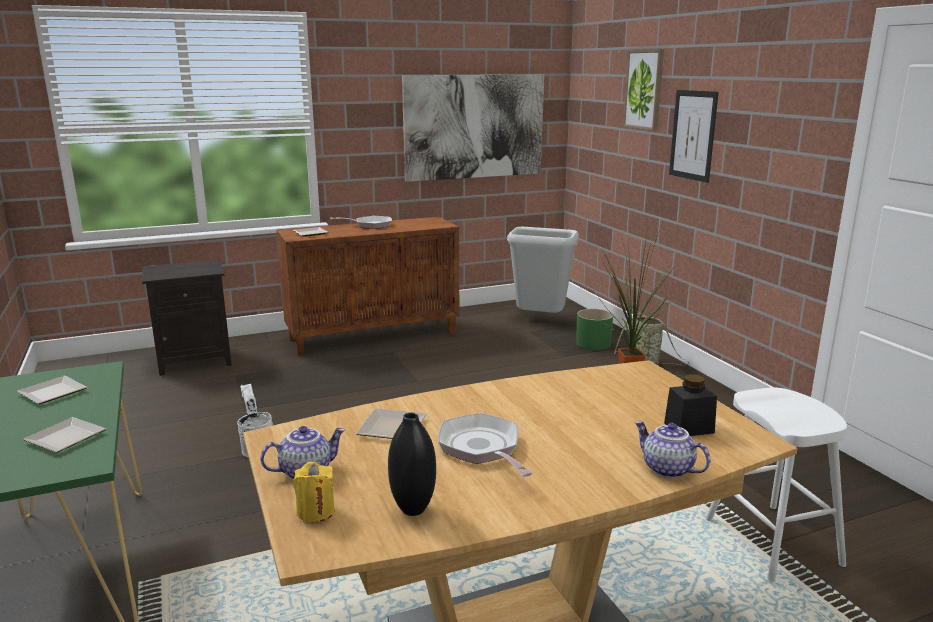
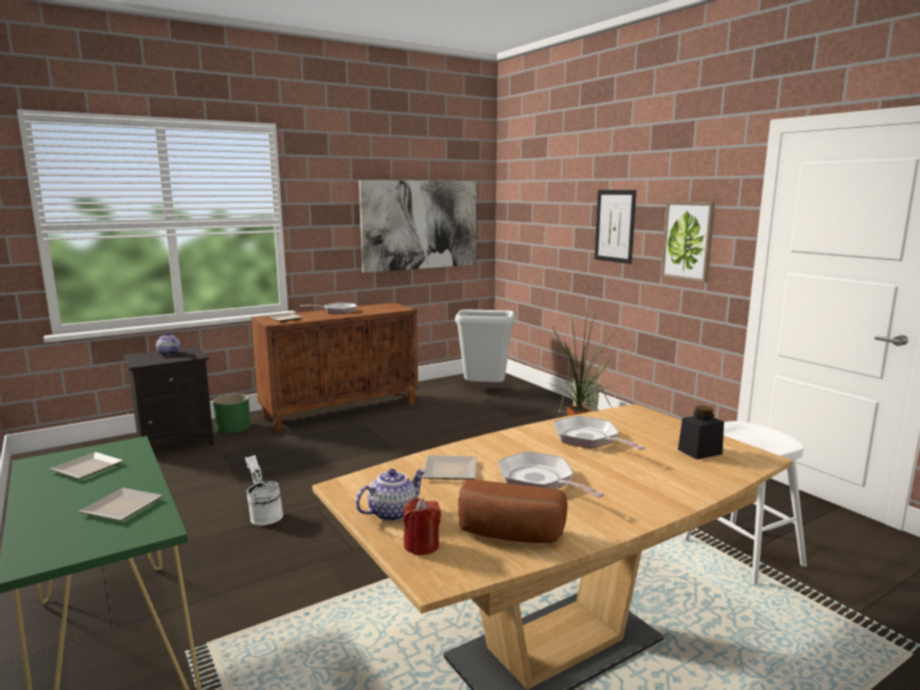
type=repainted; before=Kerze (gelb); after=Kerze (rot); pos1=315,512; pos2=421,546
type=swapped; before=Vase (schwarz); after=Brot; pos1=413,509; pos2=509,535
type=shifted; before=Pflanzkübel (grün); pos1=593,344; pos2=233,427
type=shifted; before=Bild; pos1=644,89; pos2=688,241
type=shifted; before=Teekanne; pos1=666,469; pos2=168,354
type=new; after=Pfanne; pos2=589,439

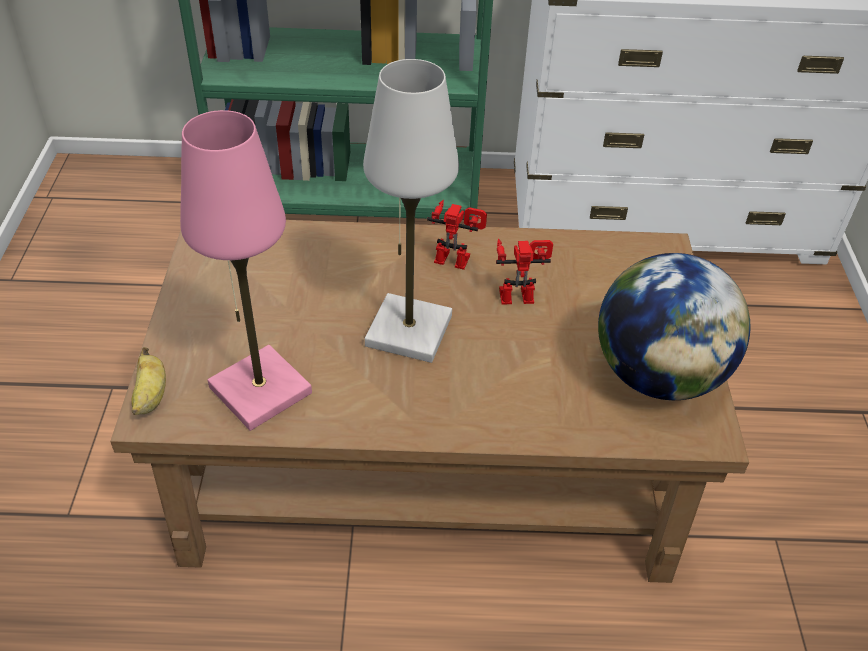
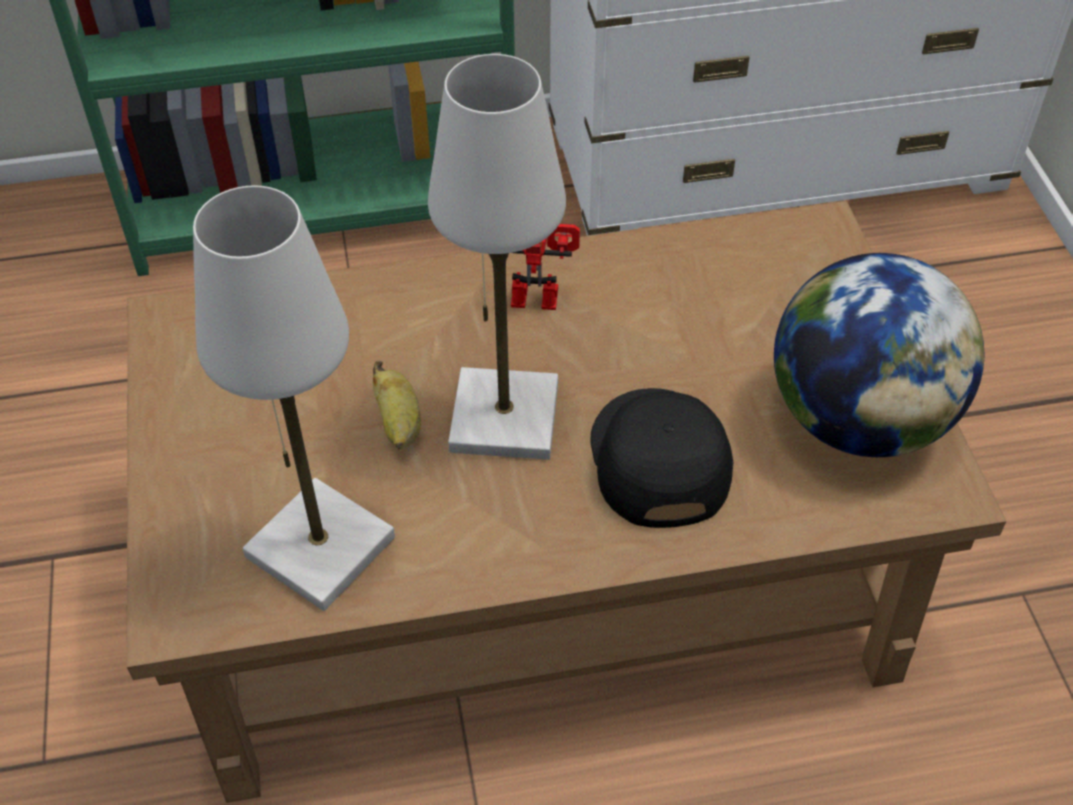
type=shifted; before=Banane; pos1=151,396; pos2=399,424
type=repainted; before=Tischlampe (rosa); after=Tischlampe (weiß); pos1=260,390; pos2=320,548
type=gone; before=Spielzeugroboter; pos1=518,292
type=new; after=Kappe (schwarz); pos2=657,460

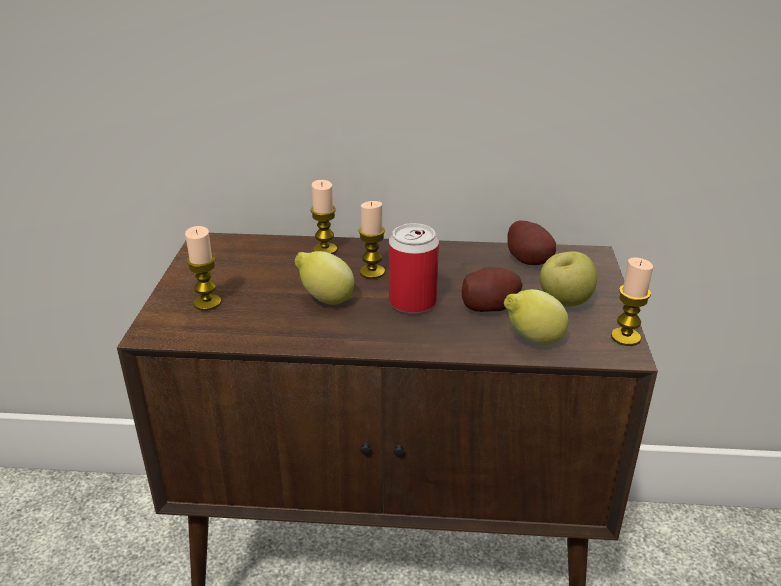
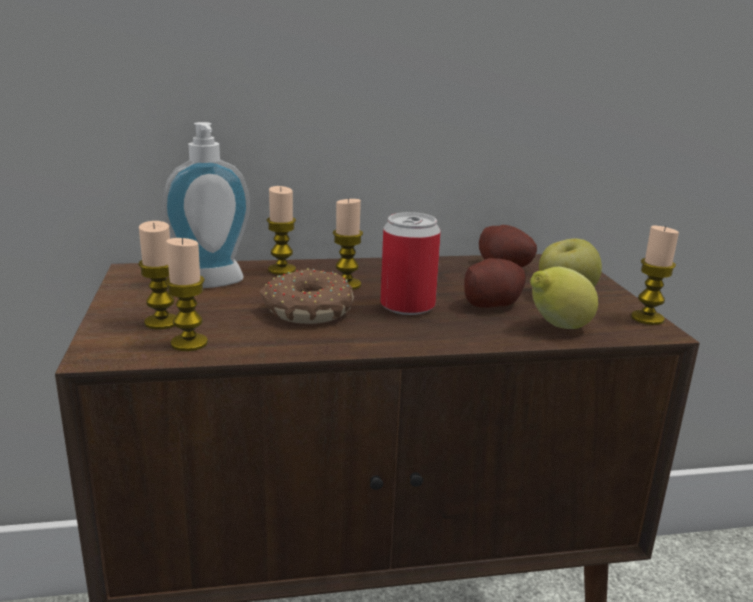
type=swapped; before=Zitrone; after=Donut; pos1=325,300; pos2=306,310
type=new; after=Seifenspender; pos2=213,285
type=new; after=Kerze; pos2=189,343

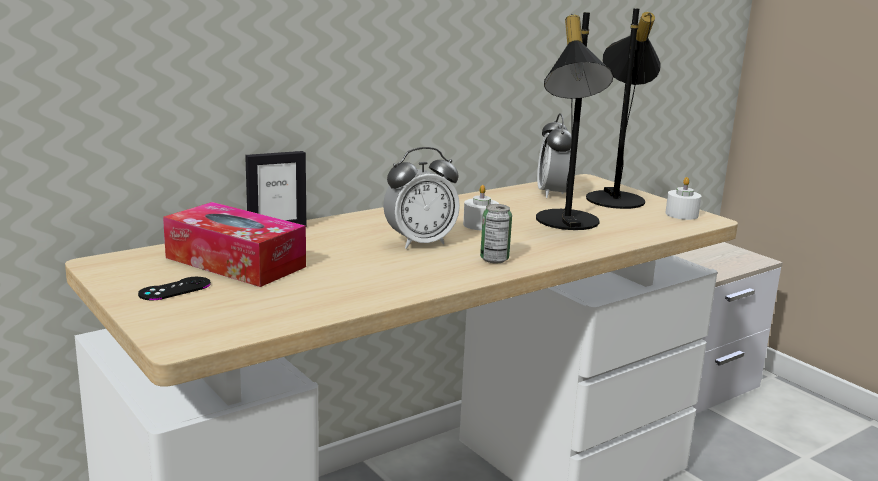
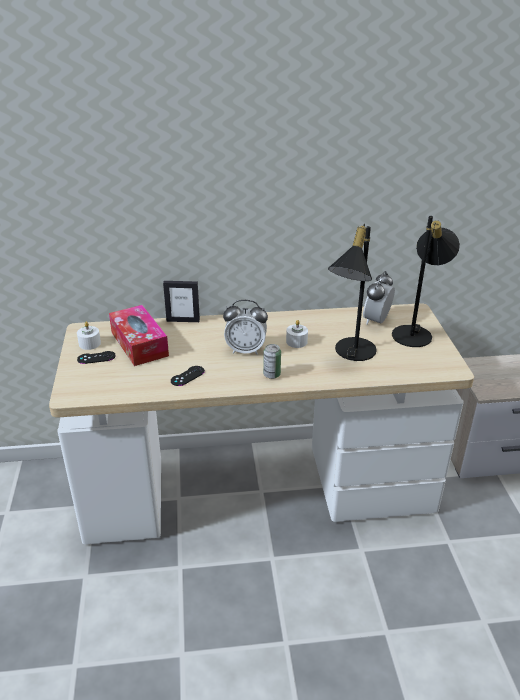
type=shifted; before=Kerze (weiß); pos1=681,214; pos2=89,343
type=new; after=Gamepad (schwarz); pos2=187,376

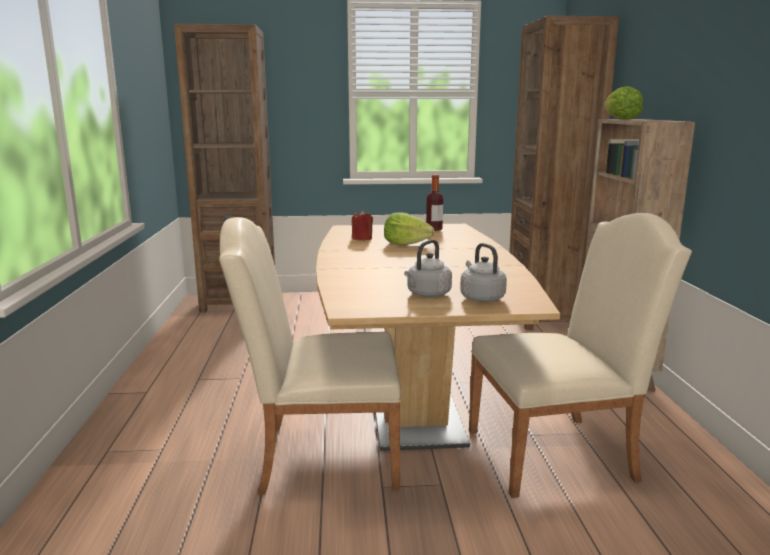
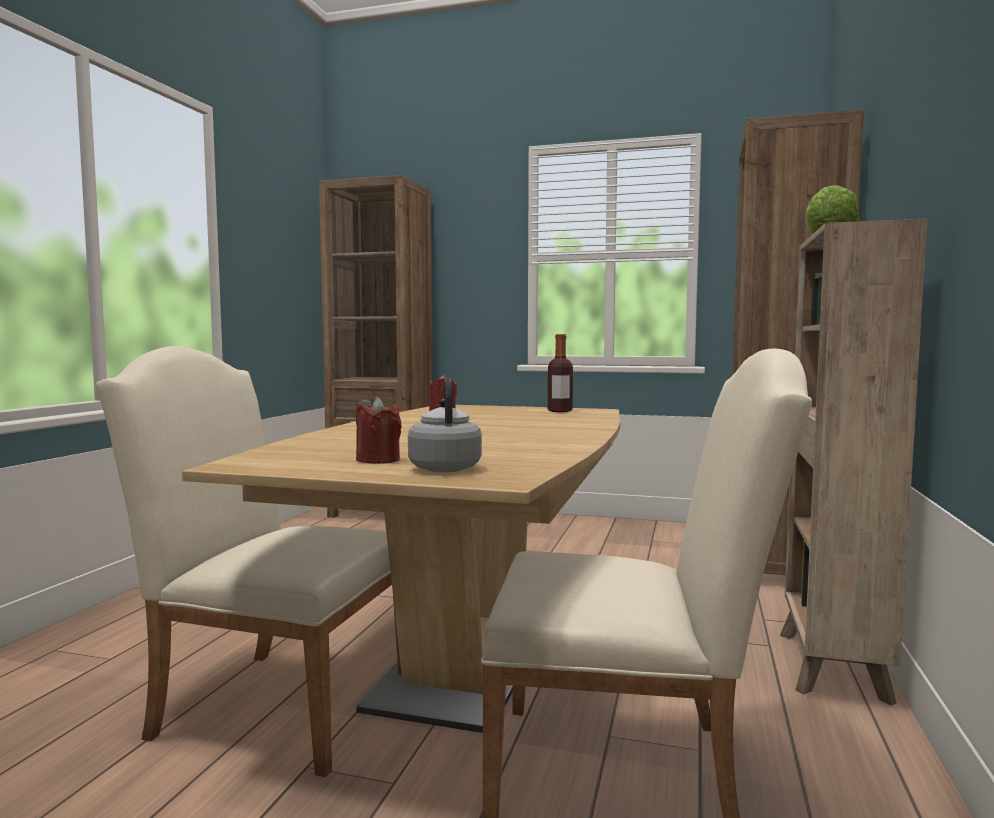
type=gone; before=Salatkopf; pos1=406,244
type=swapped; before=Wasserkessel (grau); after=Kerze (rot); pos1=427,294; pos2=378,460

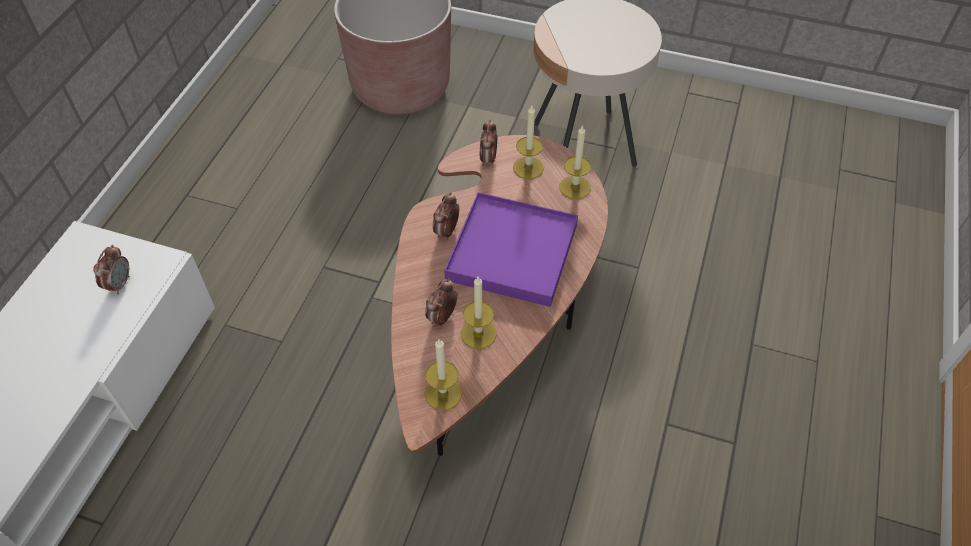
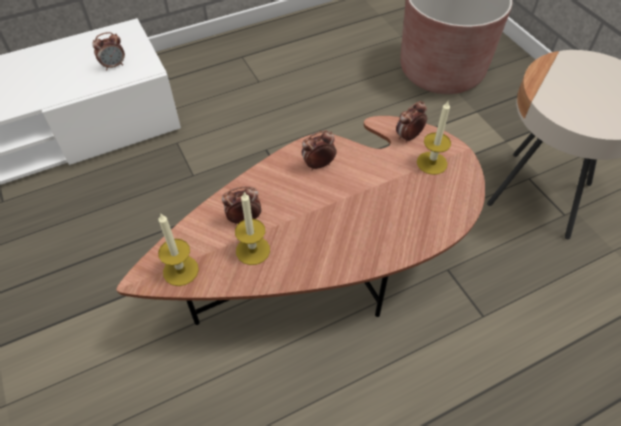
type=gone; before=Tablett (lila); pos1=512,253
type=gone; before=Kerze; pos1=575,187

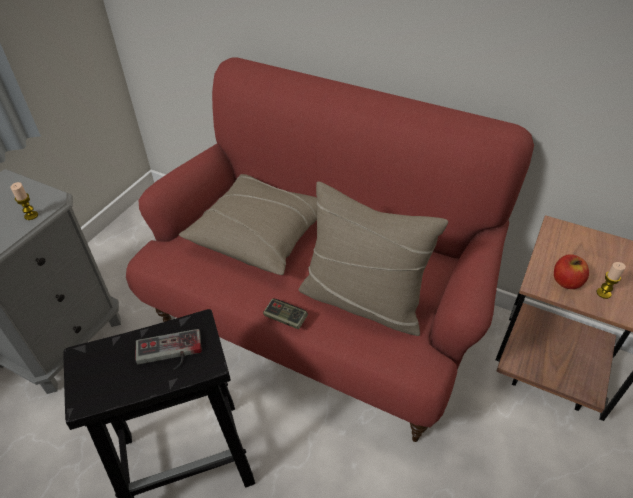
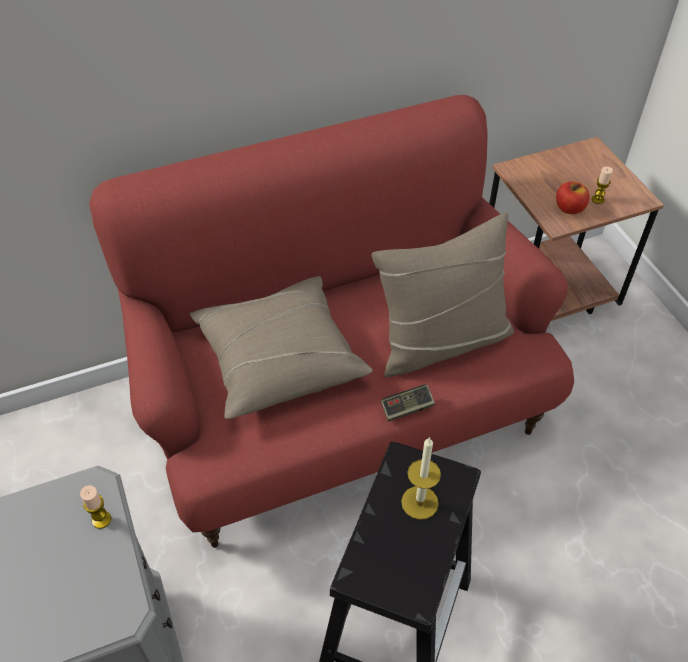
type=swapped; before=Gamepad; after=Kerze; pos1=169,354; pos2=419,502

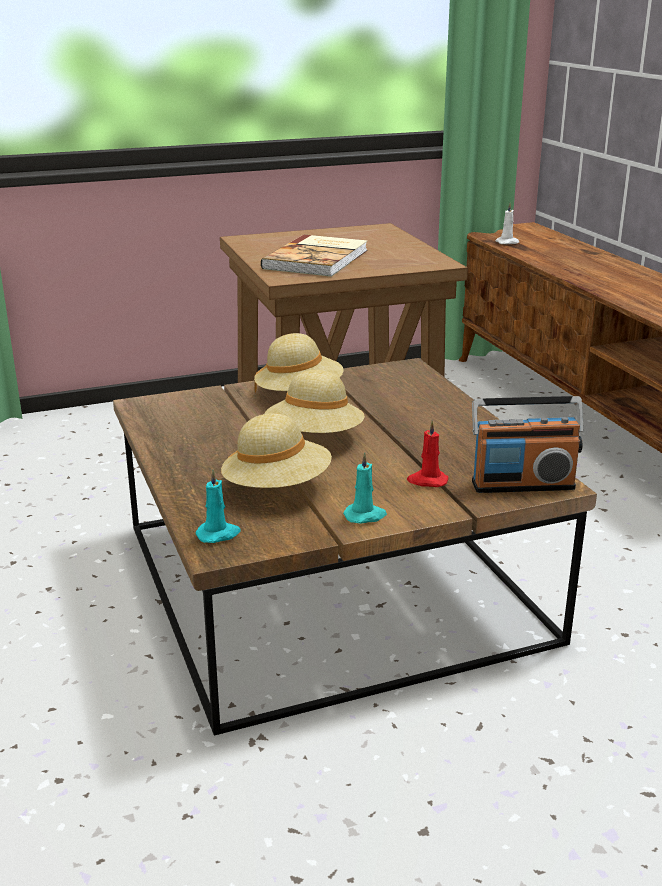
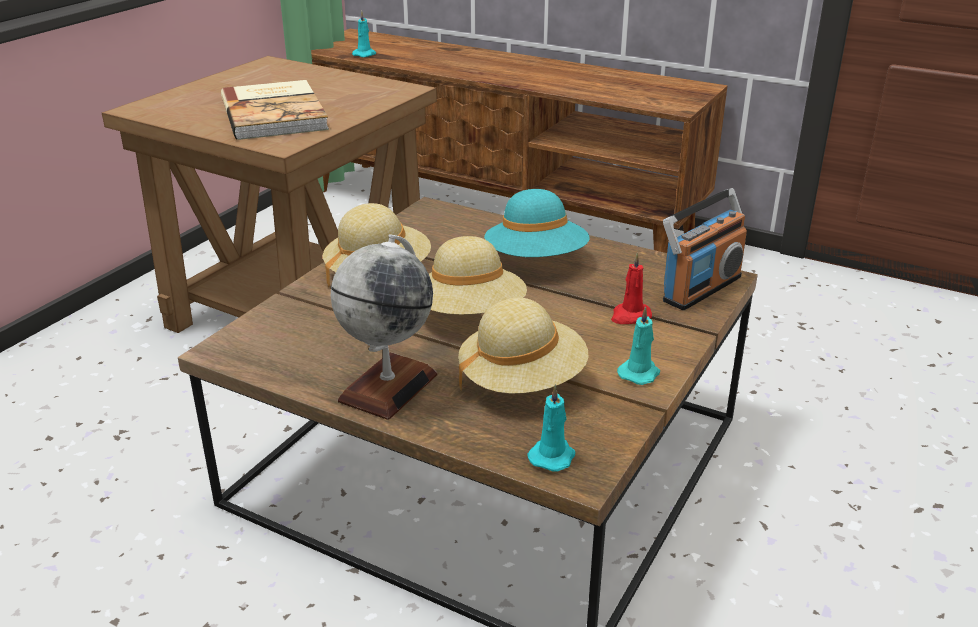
type=repainted; before=Kerze (weiß); after=Kerze (türkis); pos1=507,242; pos2=365,54
type=new; after=Globus; pos2=388,387
type=new; after=Hut (türkis); pos2=536,260

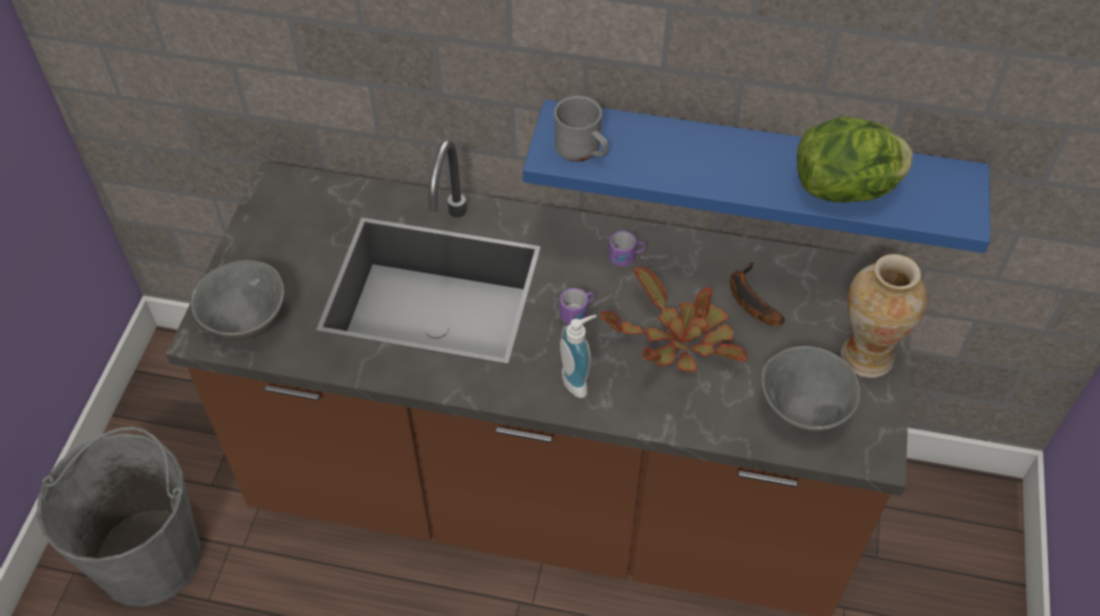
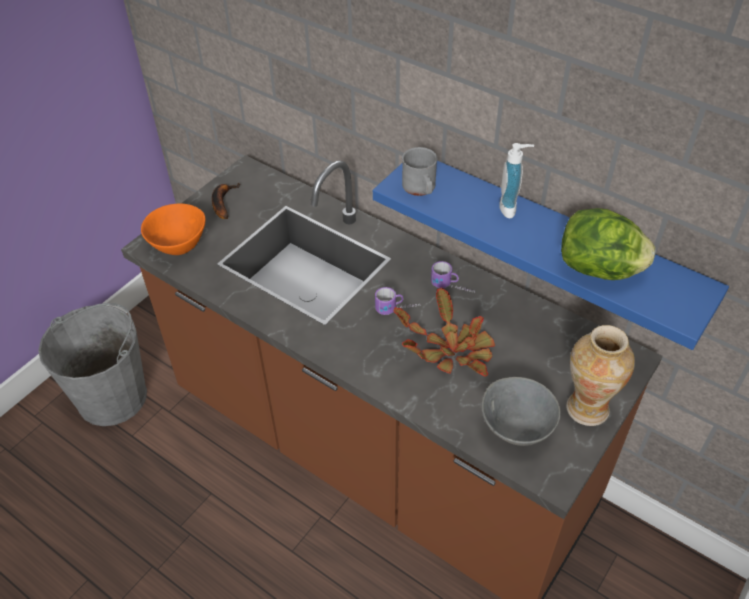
type=repainted; before=Schüssel (grau); after=Schüssel (orange); pos1=244,321; pos2=178,244
type=shifted; before=Seifenspender; pos1=578,380; pos2=511,207
type=shifted; before=Banane; pos1=749,299; pos2=222,202

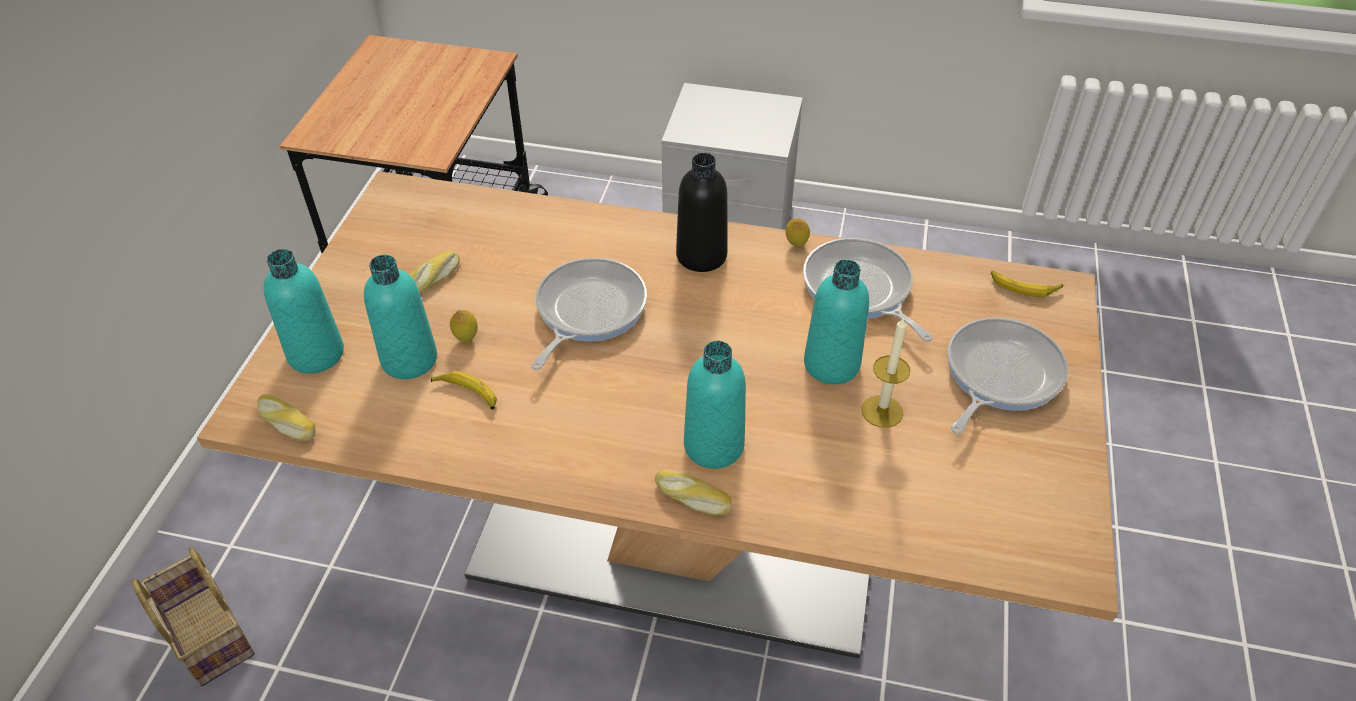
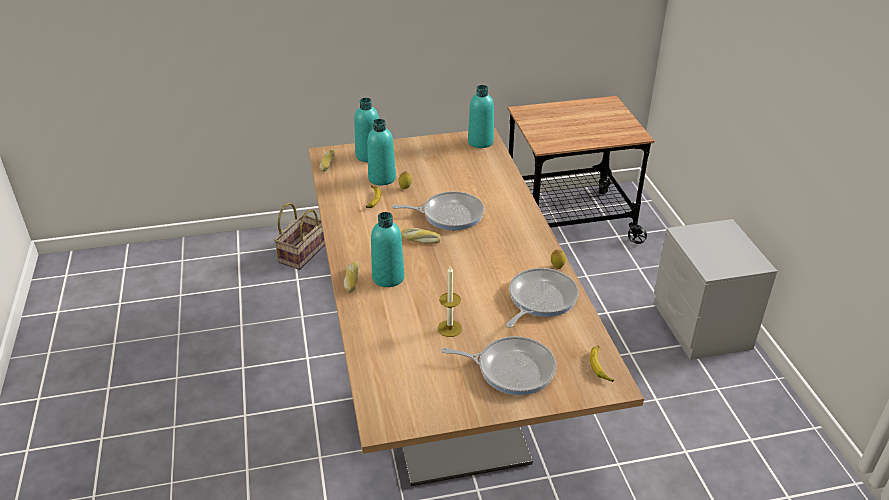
type=shifted; before=Brot; pos1=434,278; pos2=420,240
type=gone; before=Flasche (schwarz); pos1=701,256
type=shifted; before=Flasche (türkis); pos1=831,364; pos2=480,142

